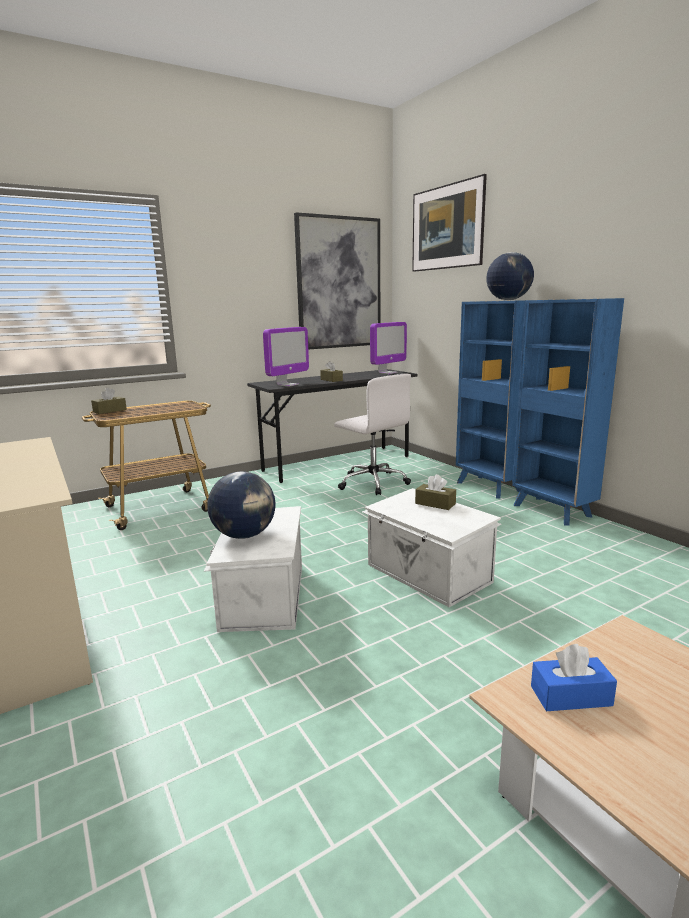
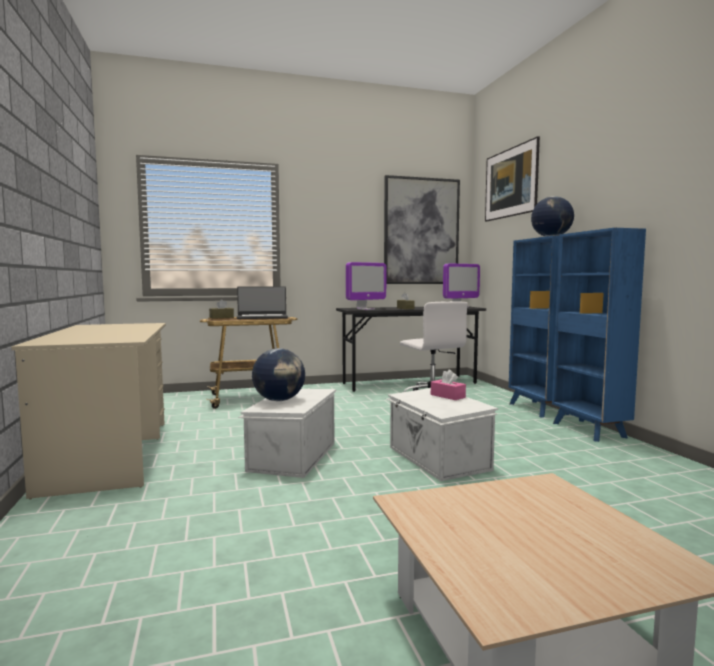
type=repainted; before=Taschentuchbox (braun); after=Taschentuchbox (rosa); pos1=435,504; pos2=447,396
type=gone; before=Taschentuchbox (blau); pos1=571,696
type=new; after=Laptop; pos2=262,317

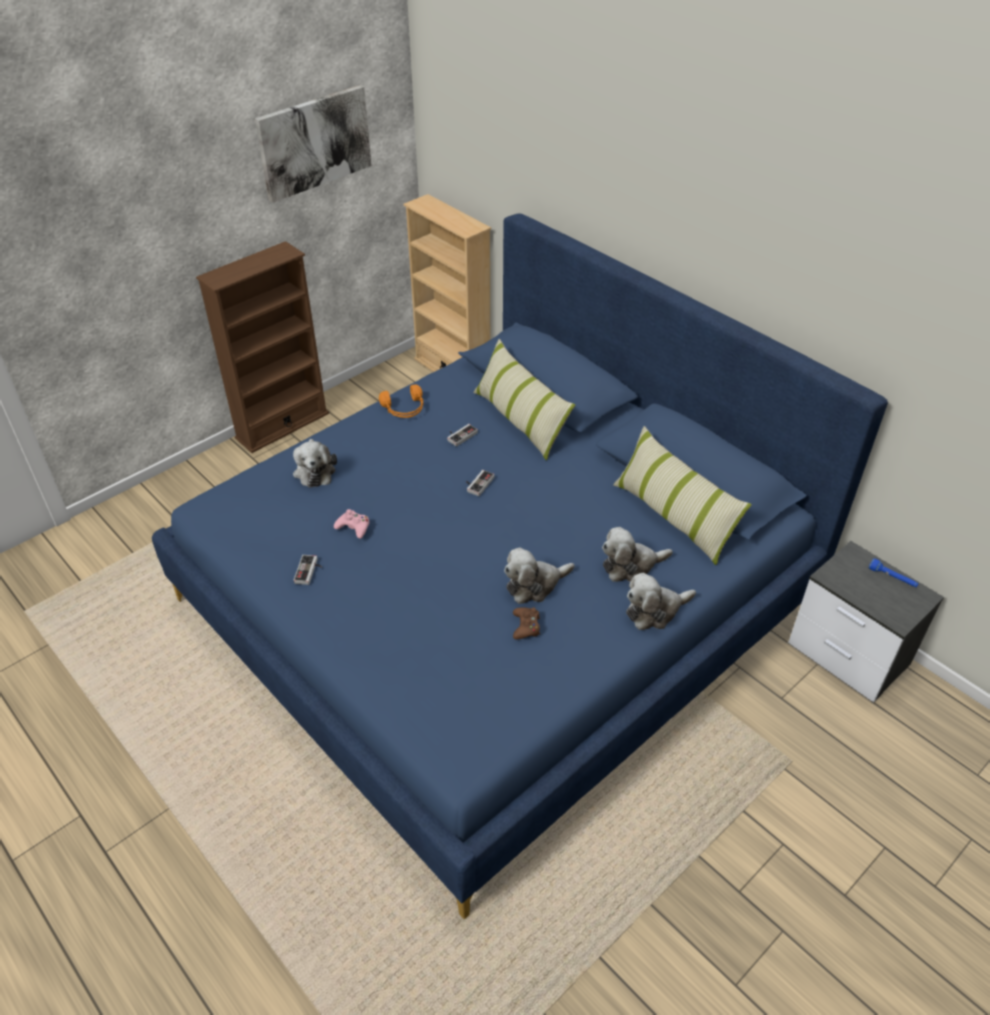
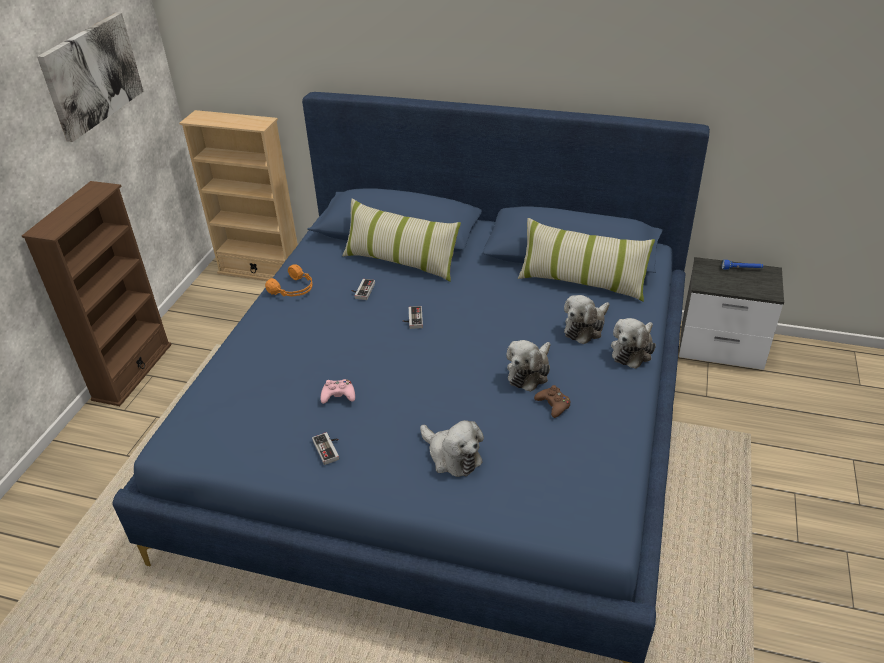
type=shifted; before=Plüschtier; pos1=314,470; pos2=452,456

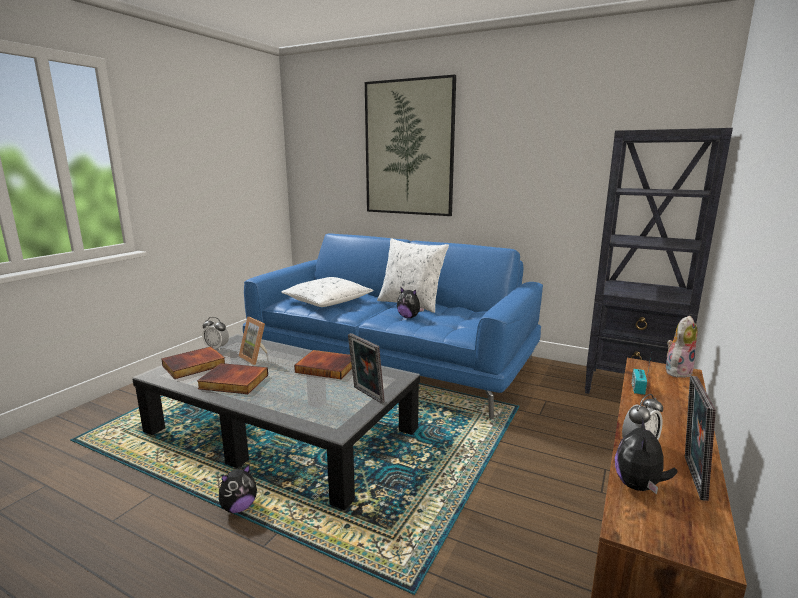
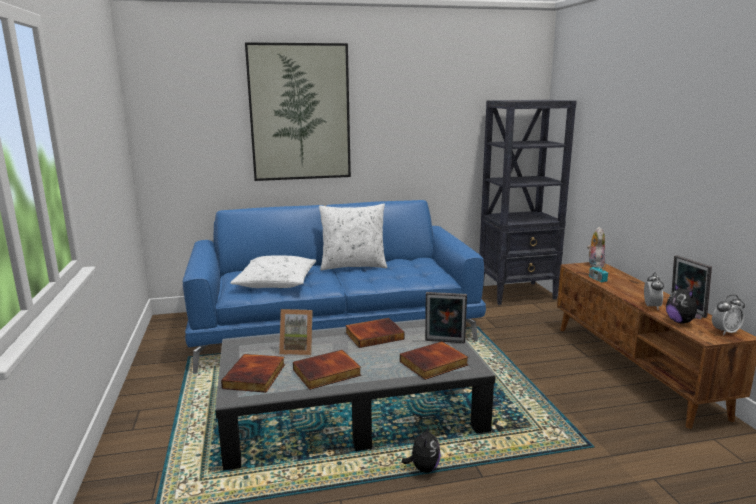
type=shifted; before=Wecker; pos1=217,348; pos2=725,332
type=gone; before=Plüschtier; pos1=409,317
type=new; after=Buch; pos2=434,364

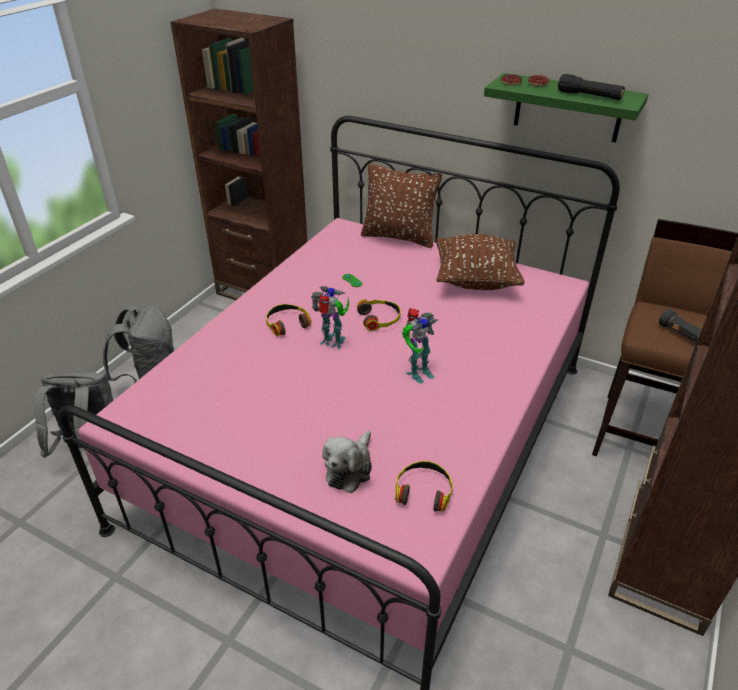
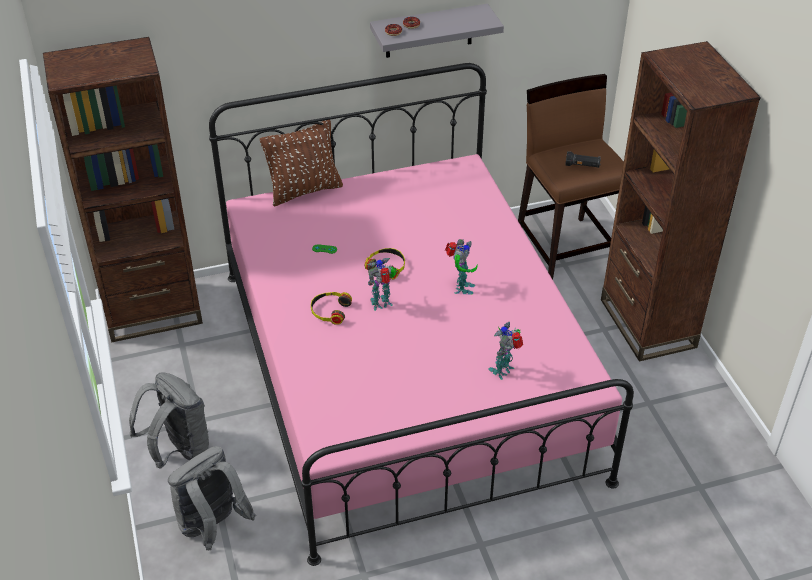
type=swapped; before=Plüschtier; after=Spielzeugroboter; pos1=350,468; pos2=504,370
type=gone; before=Kopfhörer; pos1=424,490
type=gone; before=Kissen (braun); pos1=475,280
type=repainted; before=Wandregal (grün); after=Wandregal (grau); pos1=568,108; pos2=429,31
type=gone; before=Taschenlampe (schwarz); pos1=589,96

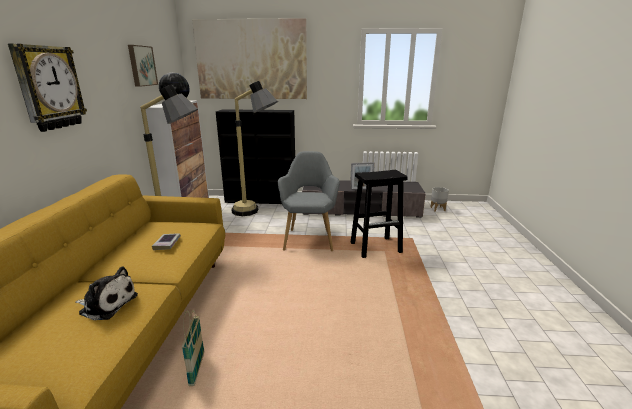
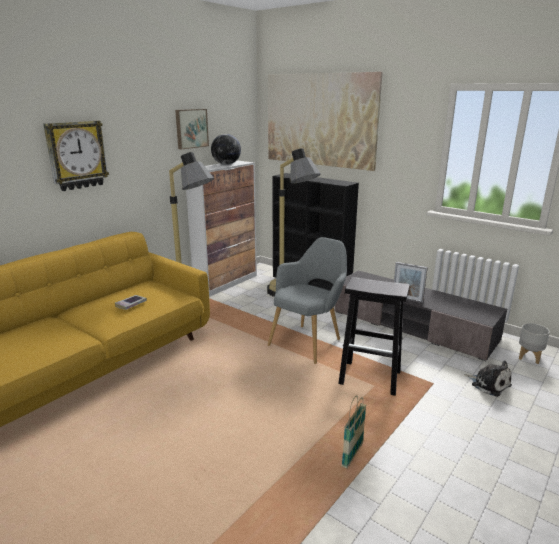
type=shifted; before=Plüschtier; pos1=107,304; pos2=488,384
type=shifted; before=Korb; pos1=197,369; pos2=352,455

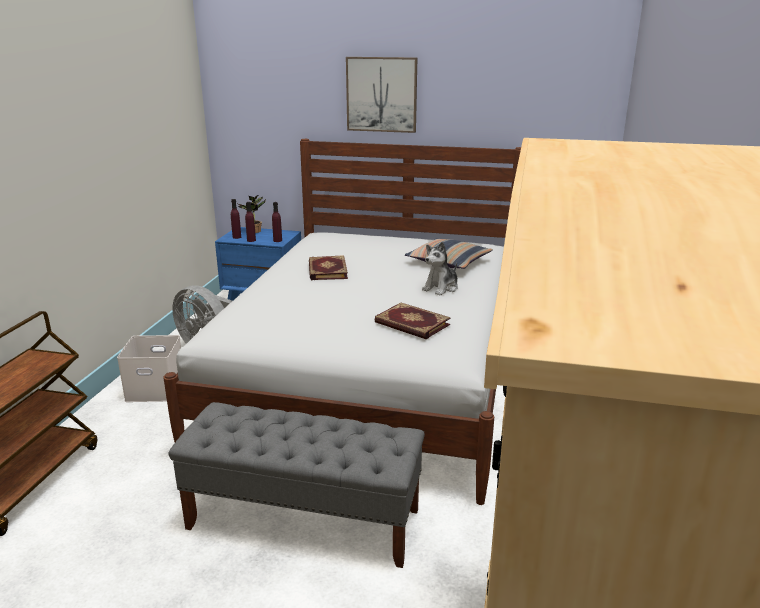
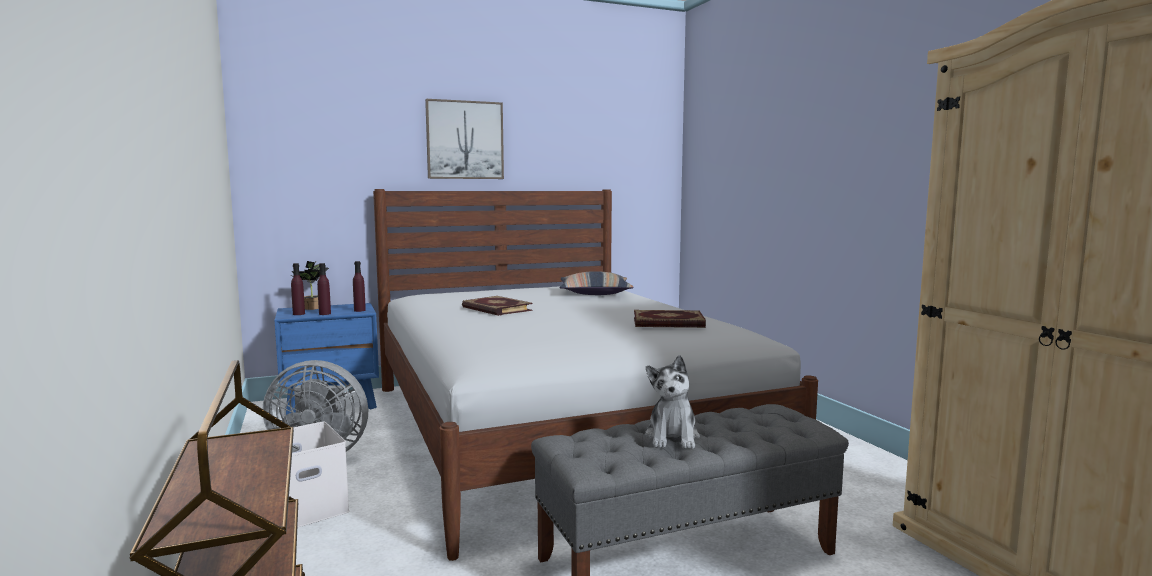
type=shifted; before=Plüschtier; pos1=441,288; pos2=672,437

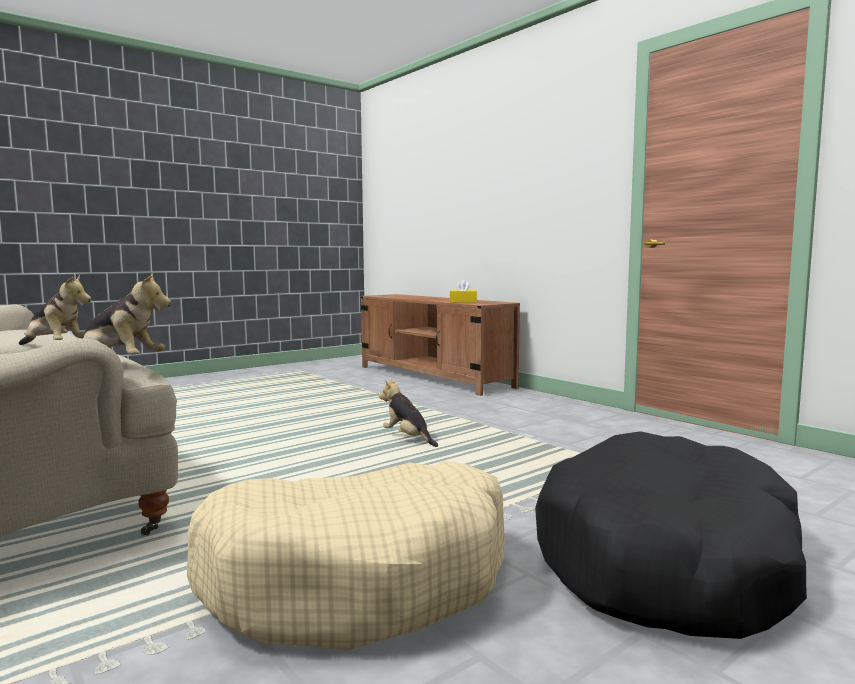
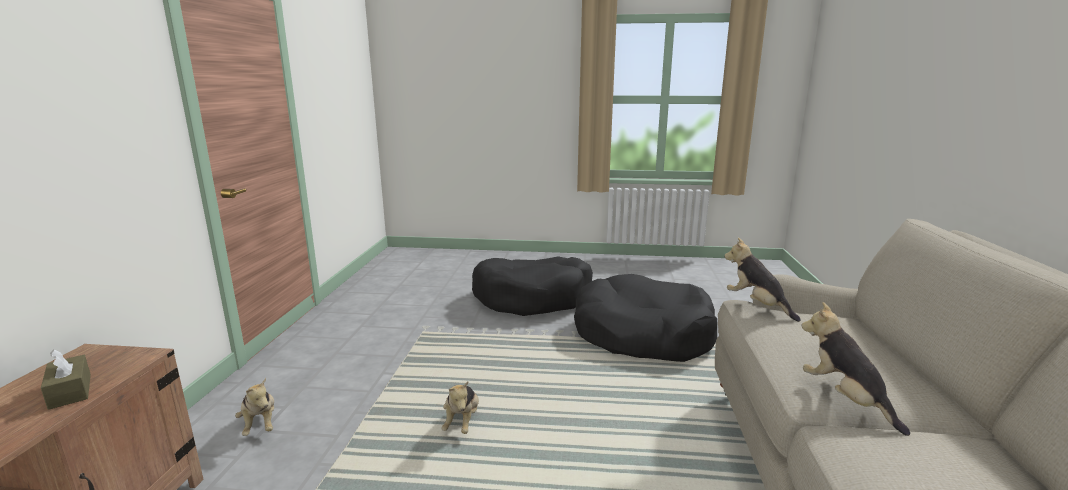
type=repainted; before=Hundebett (beige); after=Hundebett (schwarz); pos1=359,579; pos2=642,334
type=repainted; before=Taschentuchbox (gelb); after=Taschentuchbox (braun); pos1=463,301; pos2=70,391
type=new; after=Plüschtier; pos2=260,424

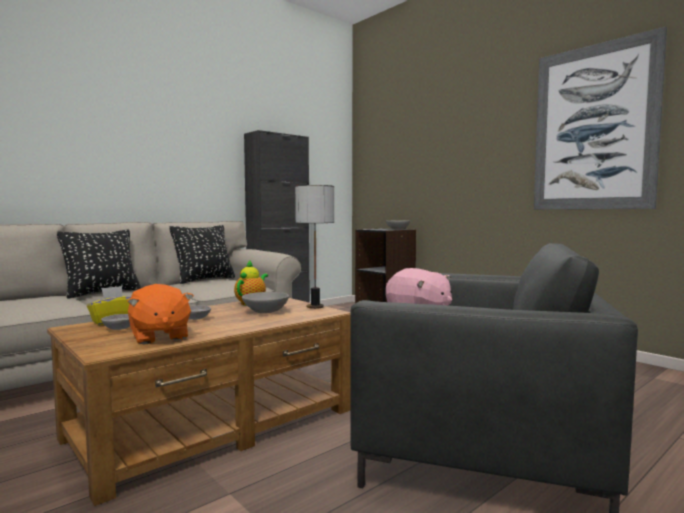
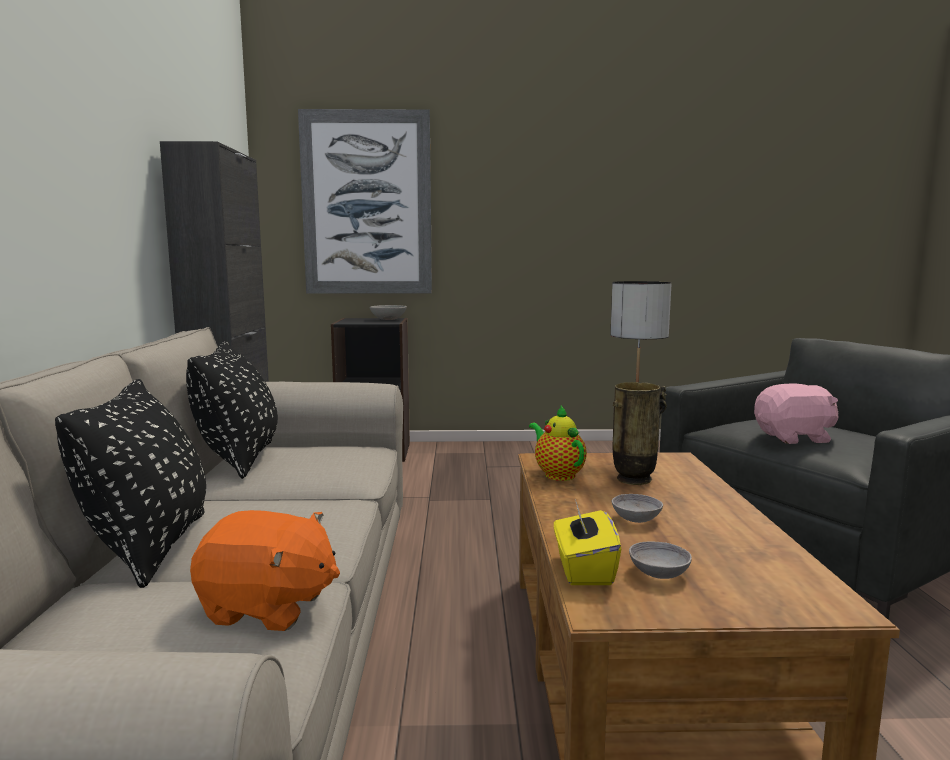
type=shifted; before=Plüschtier (orange); pos1=159,337; pos2=268,608
type=swapped; before=Schüssel (grau); after=Vase; pos1=265,311; pos2=634,480
type=shifted; before=Bild; pos1=593,128; pos2=367,203

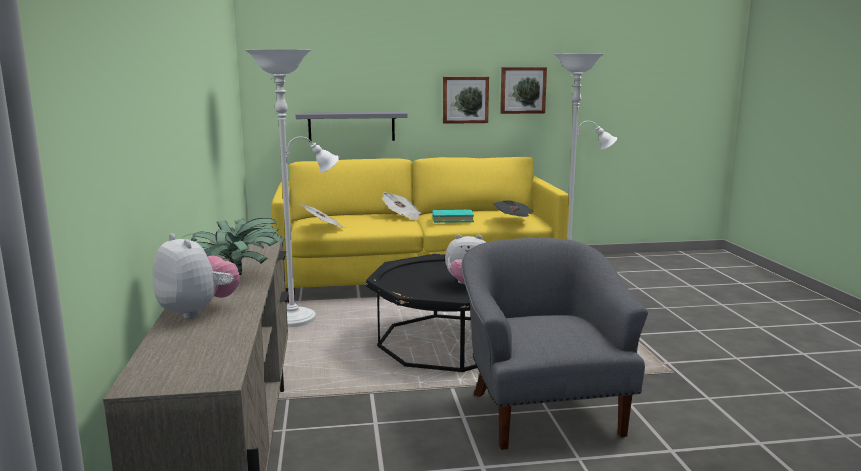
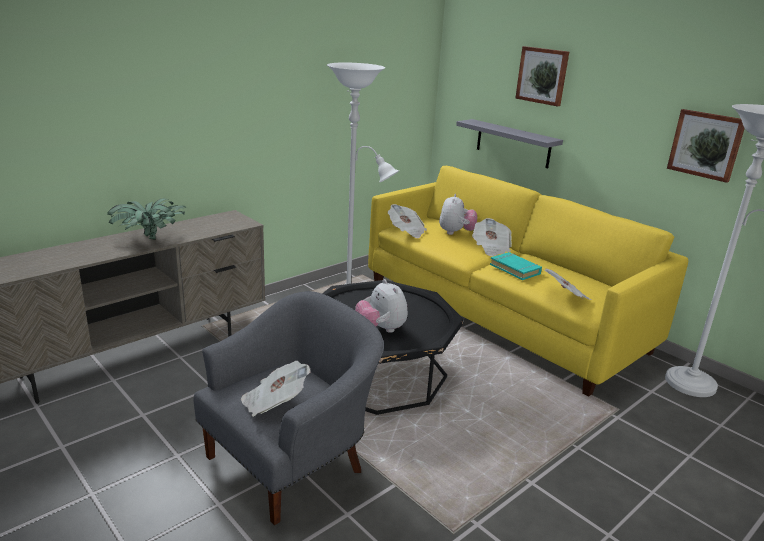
type=shifted; before=Plüschtier; pos1=197,312; pos2=456,232
type=shifted; before=Bild; pos1=465,100; pos2=542,75
type=new; after=Zeitung; pos2=274,402

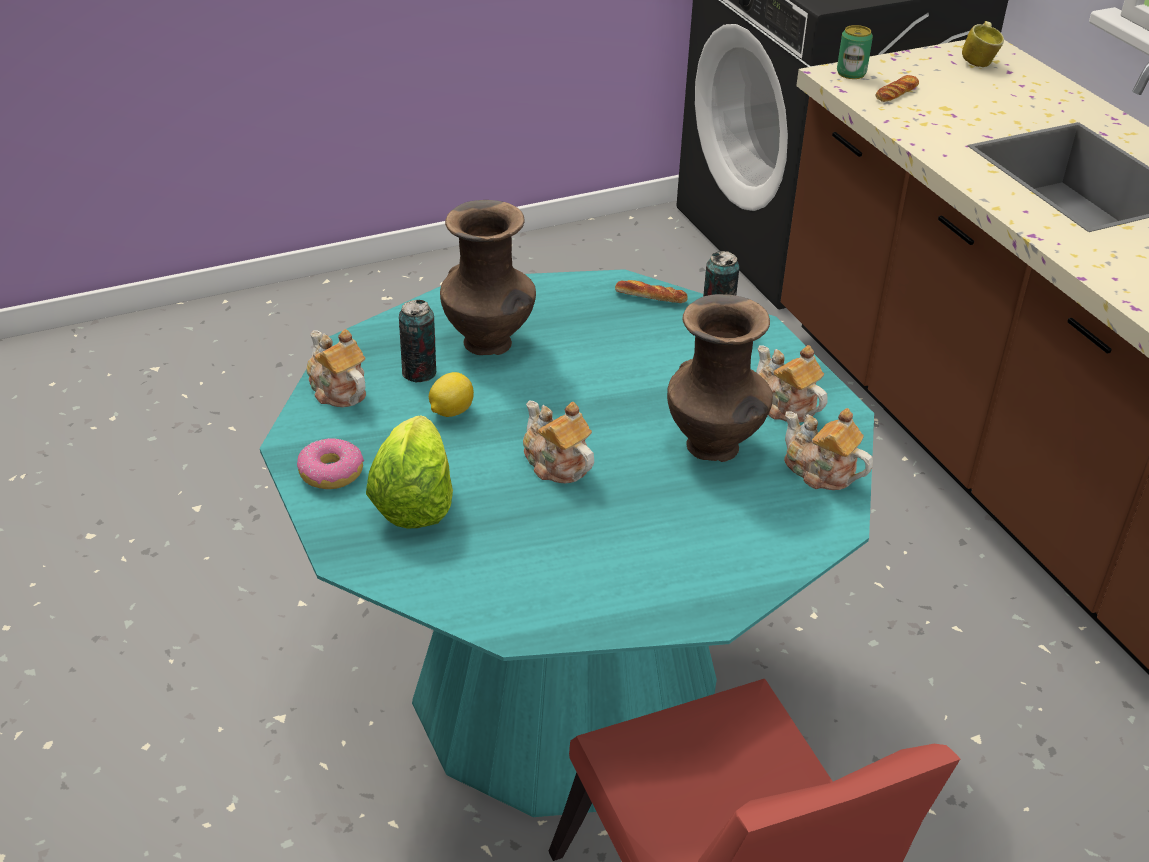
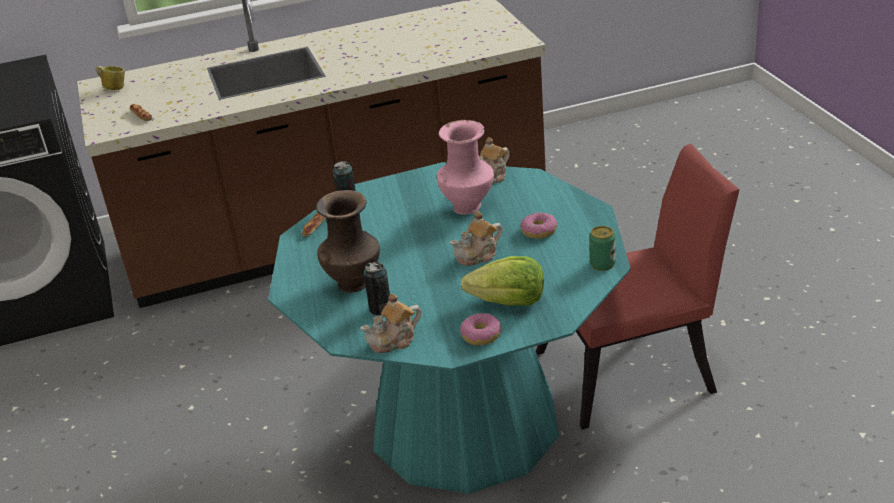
type=gone; before=Zitrone; pos1=450,411
type=repainted; before=Vase (braun); after=Vase (rosa); pos1=714,448; pos2=468,206
type=gone; before=Teekanne; pos1=784,405
type=shifted; before=Dose; pos1=851,73; pos2=602,264
type=new; after=Donut; pos2=539,231

